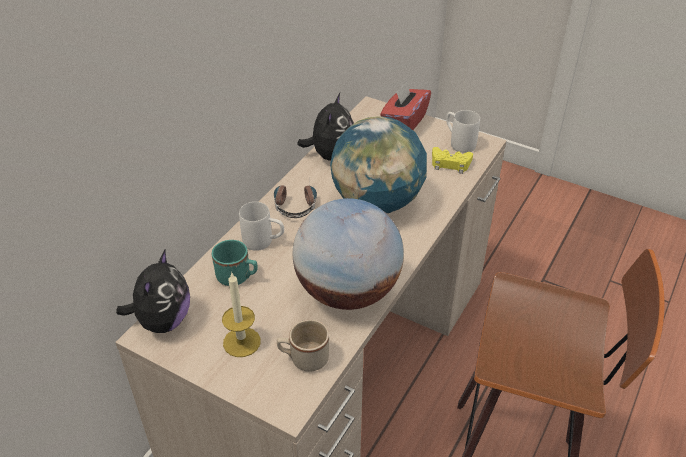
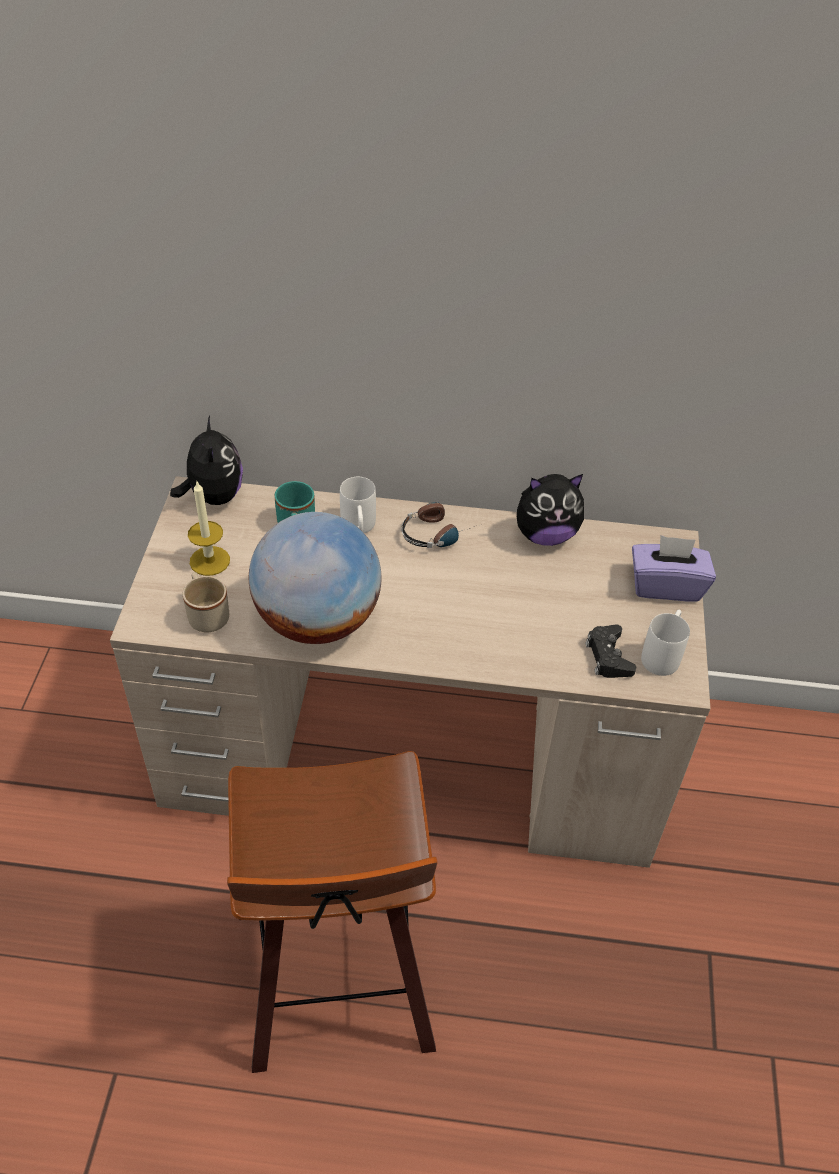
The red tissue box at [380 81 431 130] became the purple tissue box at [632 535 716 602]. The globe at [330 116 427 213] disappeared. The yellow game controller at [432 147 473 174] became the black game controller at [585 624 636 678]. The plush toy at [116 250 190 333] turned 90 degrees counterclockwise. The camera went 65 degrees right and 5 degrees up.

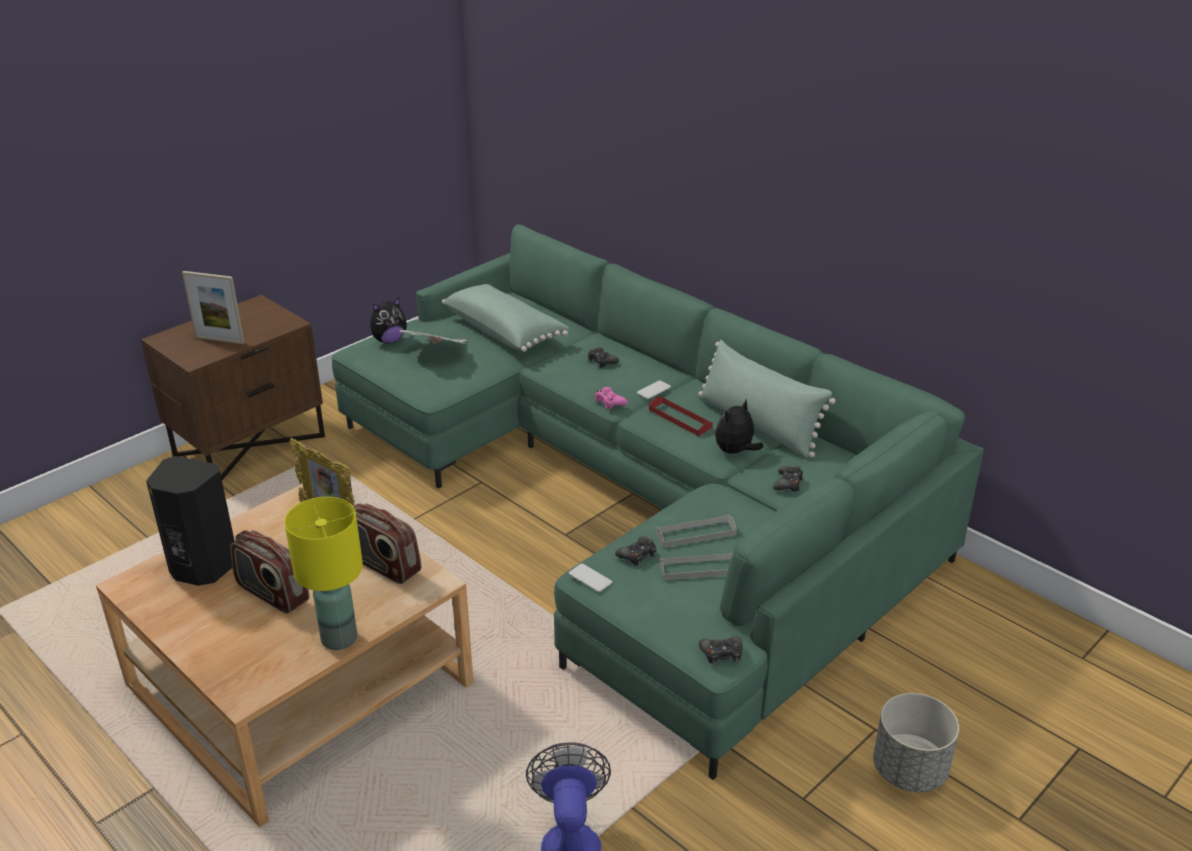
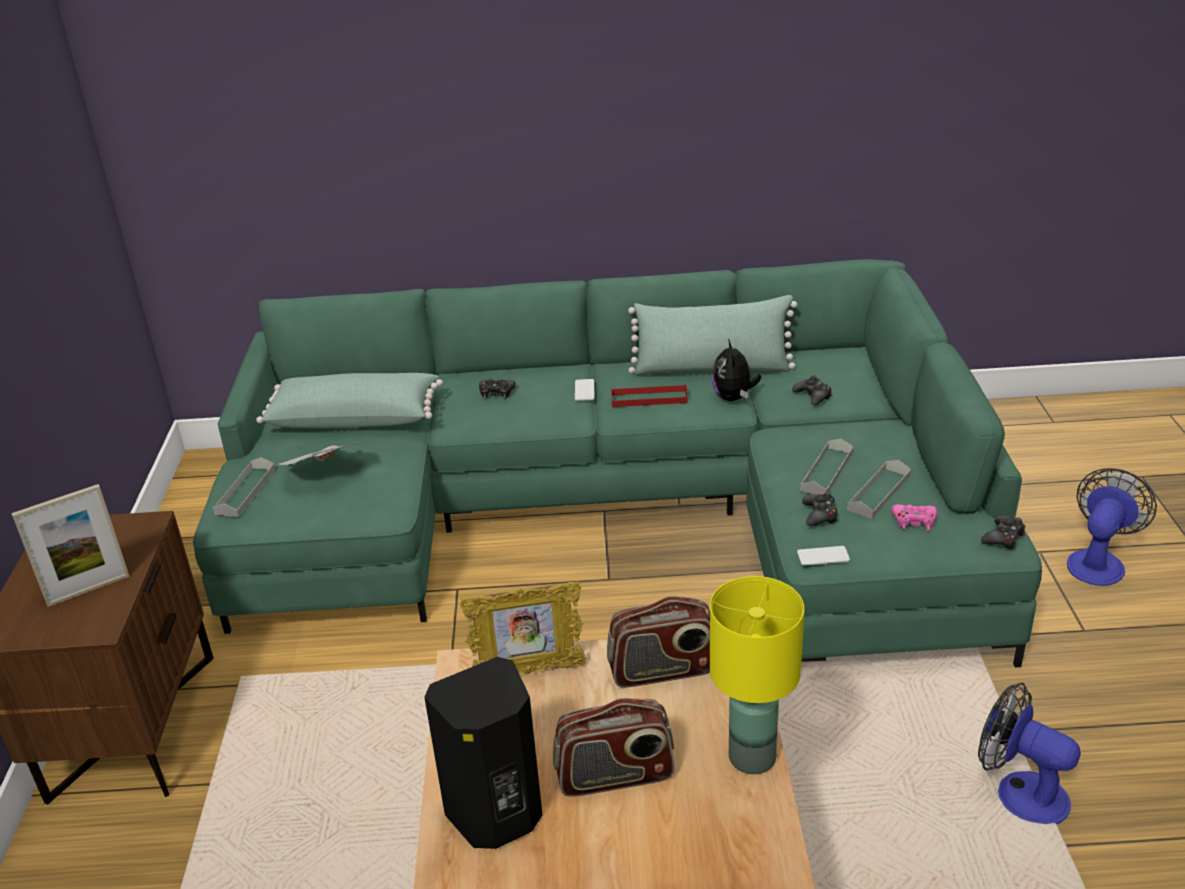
The plush toy at [370 298 407 343] was replaced by the grey tray at [213 457 275 517]. The pink game controller moved from [595 387 628 409] to [891 504 937 530]. The grey planter at [873 693 959 792] was replaced by the fan at [1067 468 1157 586]. The camera went 45 degrees left and 0 degrees up.

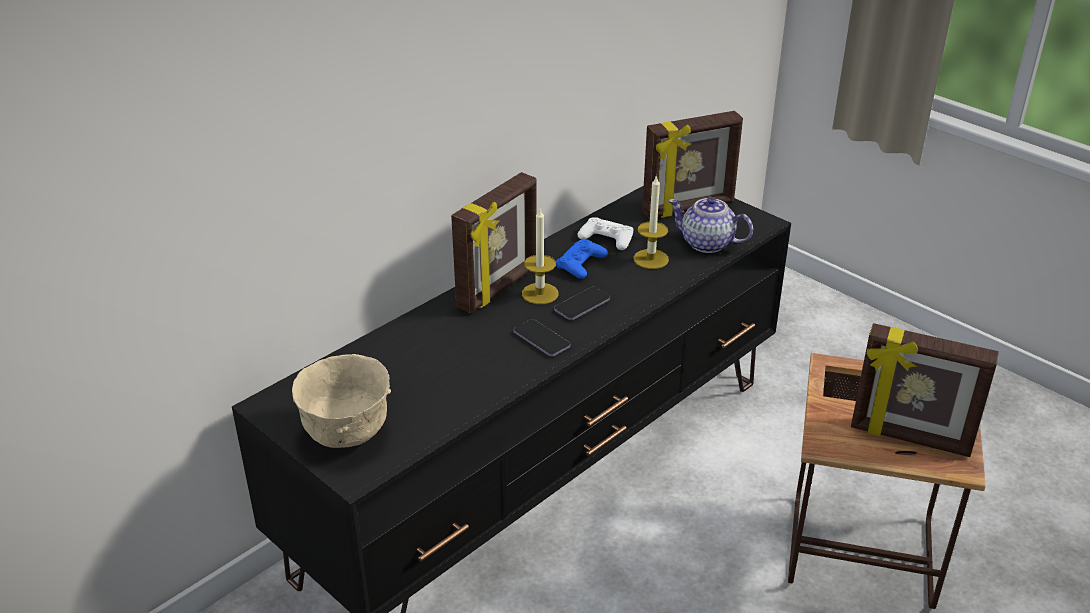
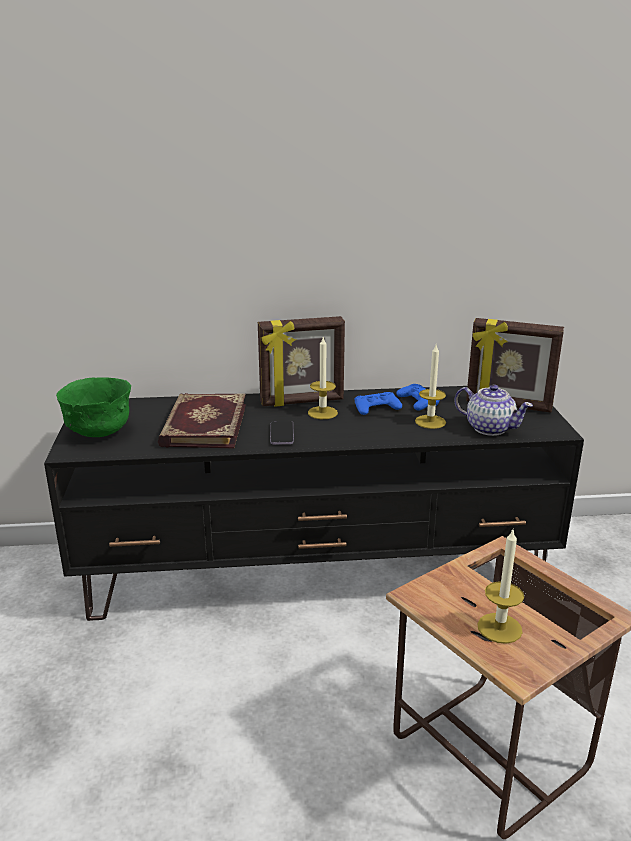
The teapot at [668 197 753 253] turned 150 degrees clockwise. The white game controller at [578 217 634 250] became the blue game controller at [396 384 440 410]. The phone at [554 287 610 320] disappeared. The picture frame at [851 323 999 457] was replaced by the candle at [478 528 524 644]. The beige bowl at [292 354 391 448] became the green bowl at [56 377 131 437]. The book at [158 393 246 449] appeared. The camera went 40 degrees right and 10 degrees down.

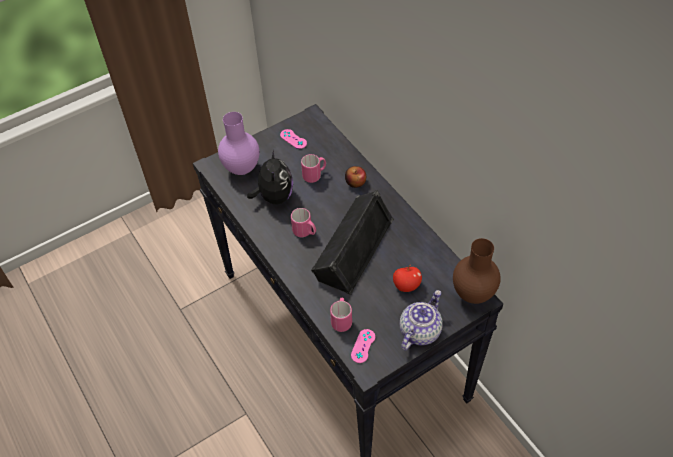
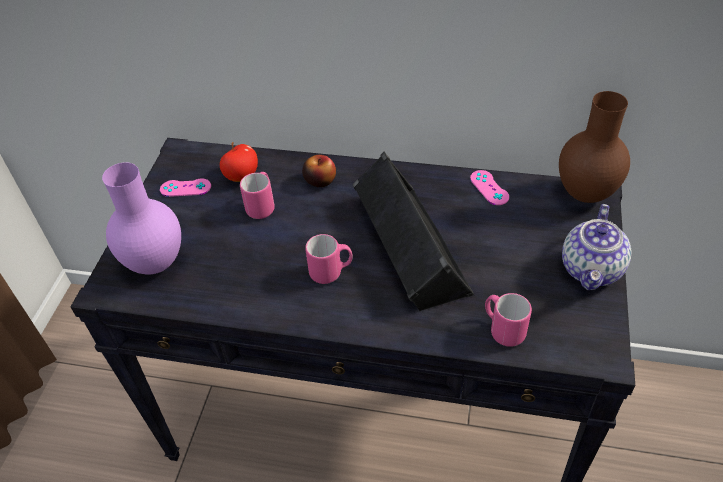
The plush toy at [247 150 293 205] disappeared. The apple moved from [393 265 422 292] to [220 142 258 182]. The teapot at [400 290 443 351] turned 150 degrees counterclockwise. The pink game controller moved from [351 329 375 363] to [470 170 509 205]. The camera went 45 degrees left and 5 degrees down.

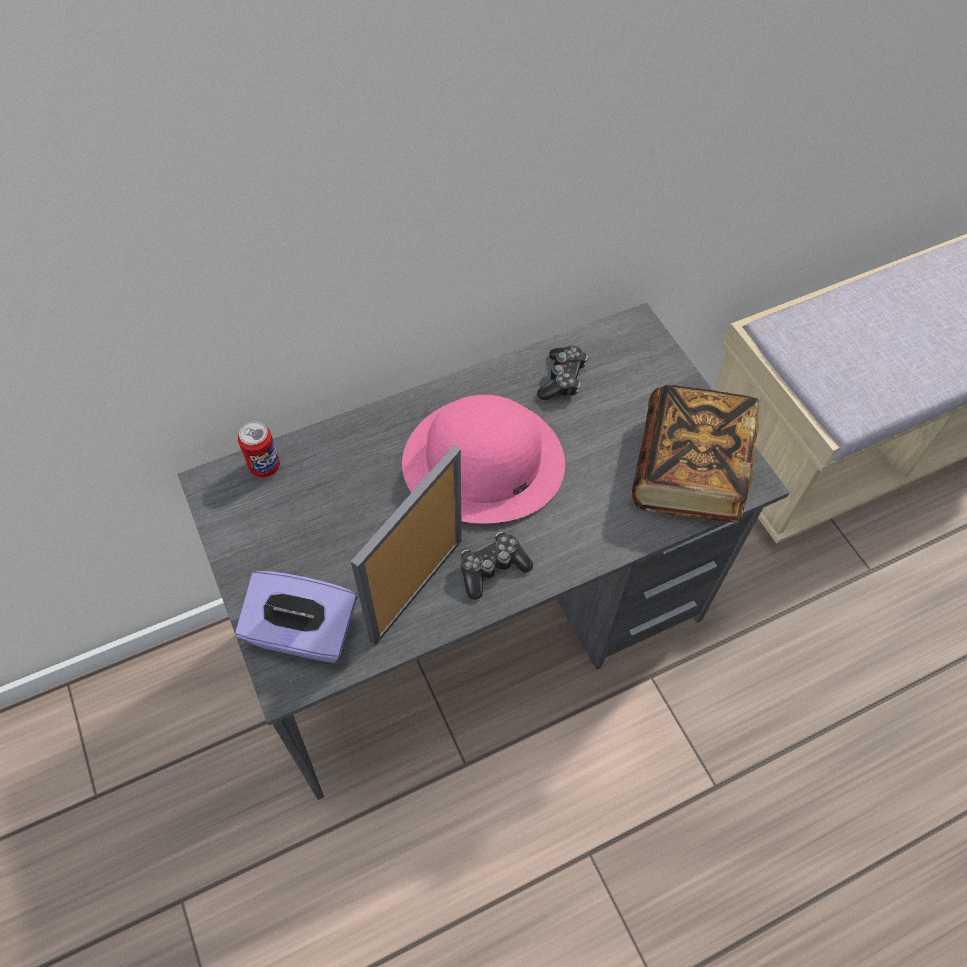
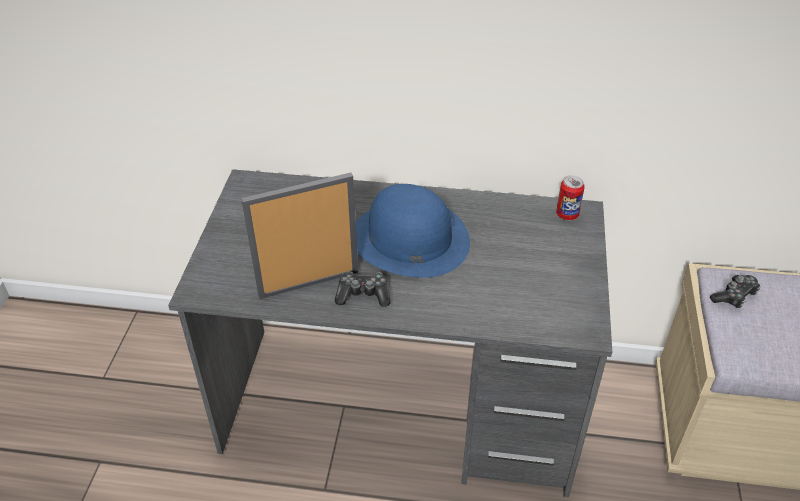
The game controller moved from [537 346 588 400] to [710 275 761 308]. The book at [632 385 760 523] disappeared. The pink hat at [402 395 565 523] became the blue hat at [356 184 470 278]. The can moved from [238 421 280 478] to [556 175 585 220]. The purple tissue box at [235 571 357 663] disappeared. The camera went 35 degrees right and 15 degrees down.

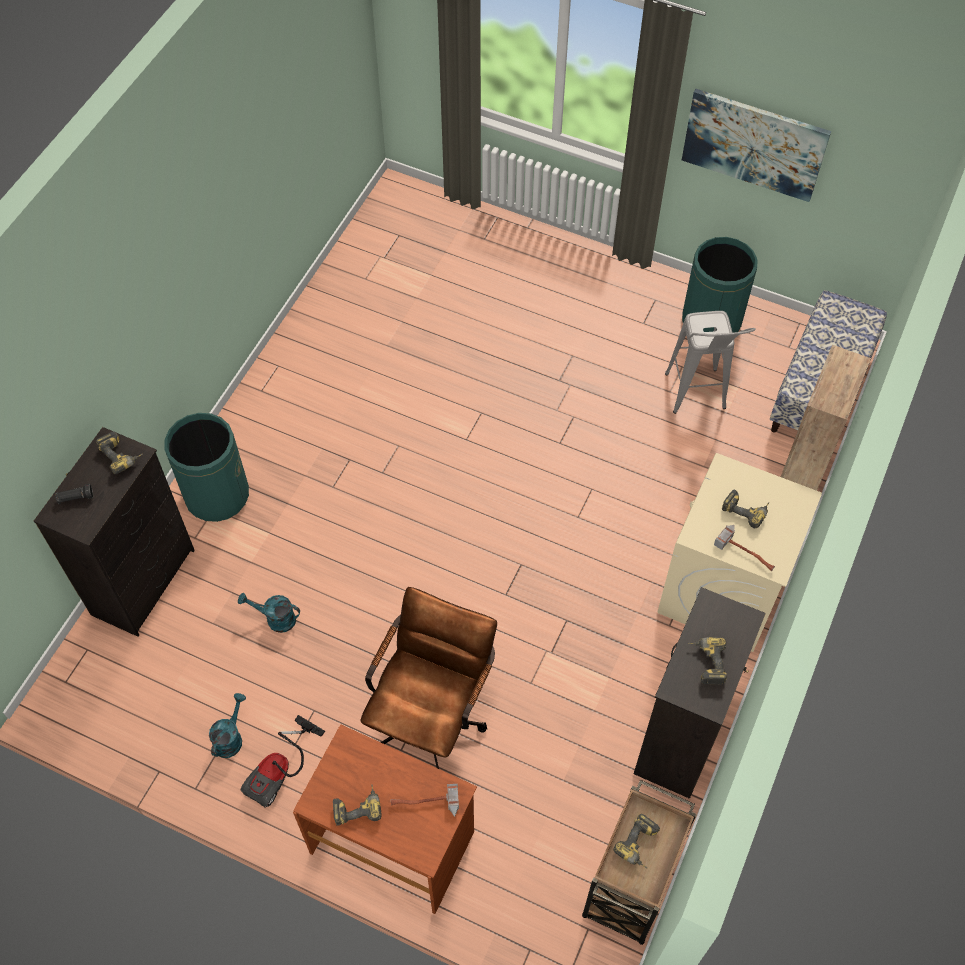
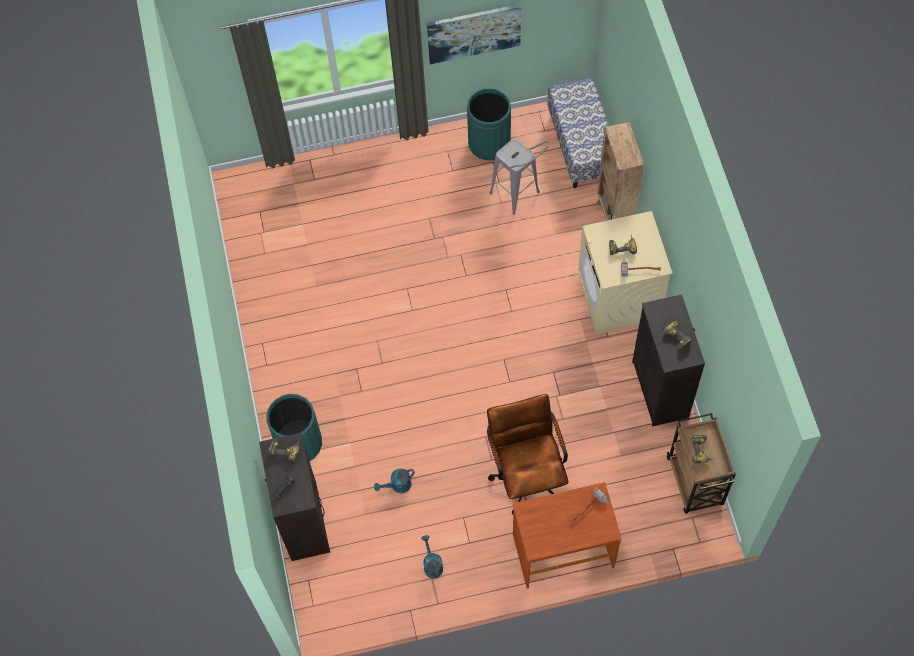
The vacuum cleaner at [241 715 326 808] disappeared. The power drill at [333 785 382 825] disappeared. The camera went 35 degrees left and 5 degrees up.

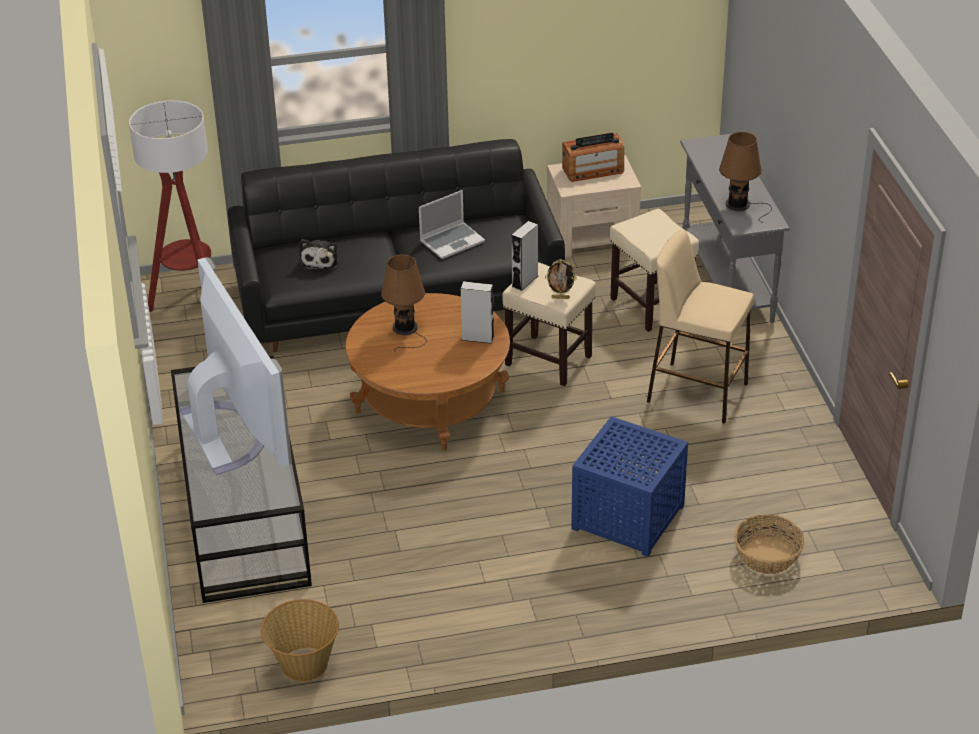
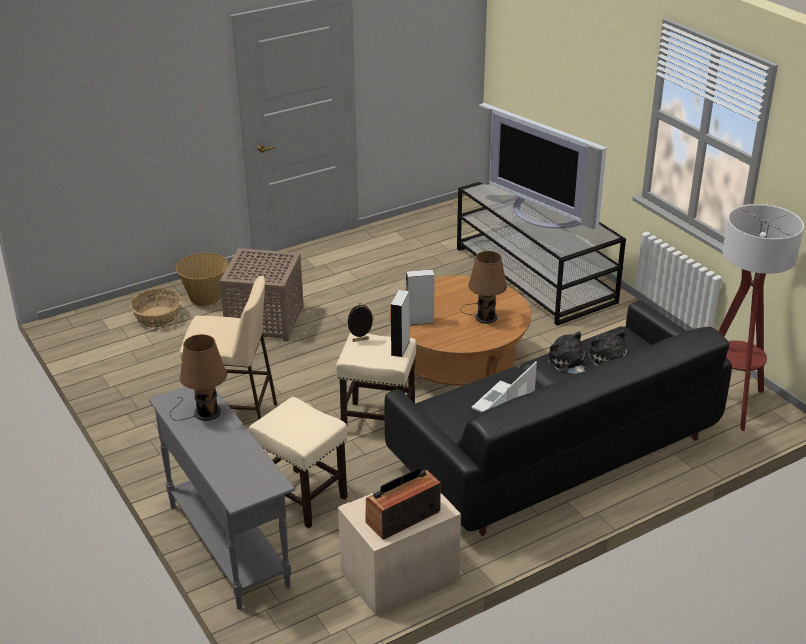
The blue side table at [571 416 688 557] became the brown side table at [220 248 304 342]. The basket moved from [261 599 339 682] to [176 253 229 306]. The plush toy at [547 331 589 374] appeared. The camera went 160 degrees right and 5 degrees down.

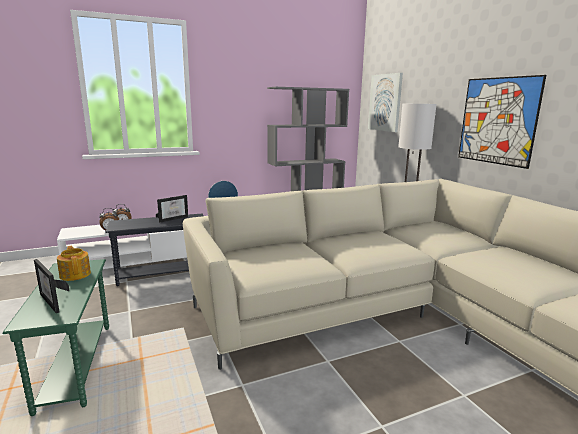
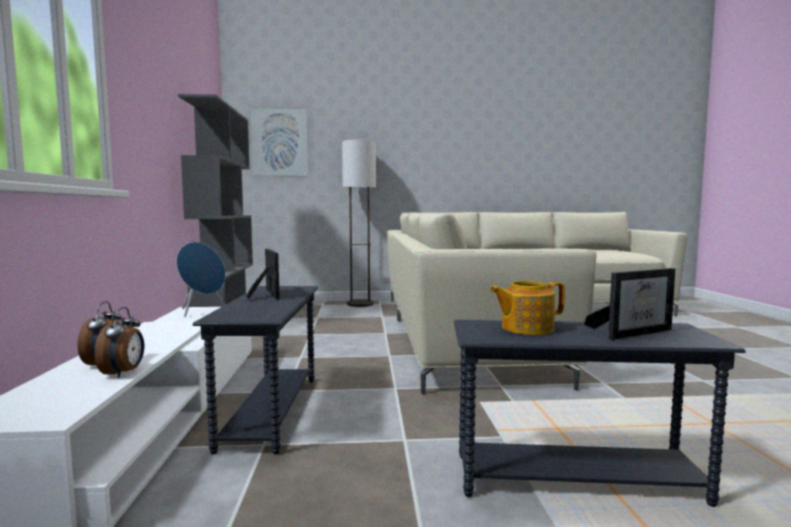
The picture at [458 75 546 169] disappeared. The green side table at [3 259 109 416] became the grey side table at [454 320 745 507]. The camera went 70 degrees left and 10 degrees down.

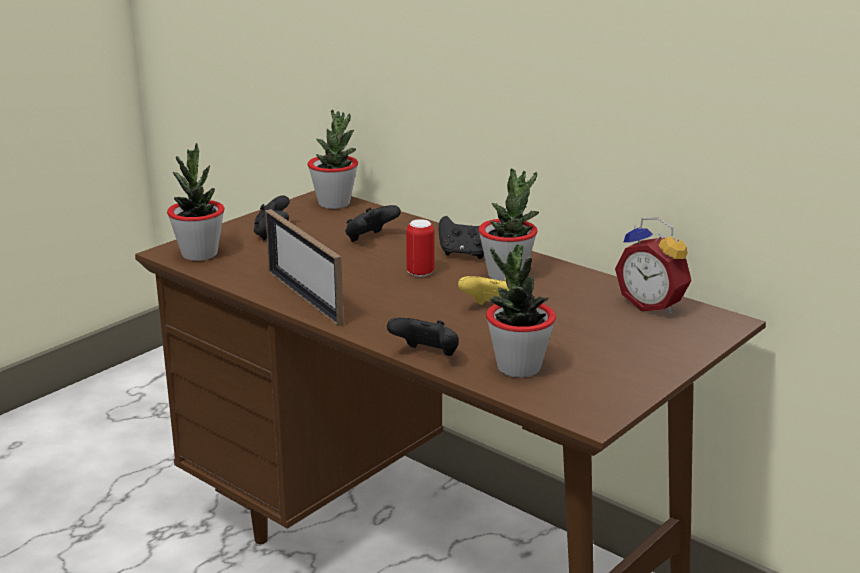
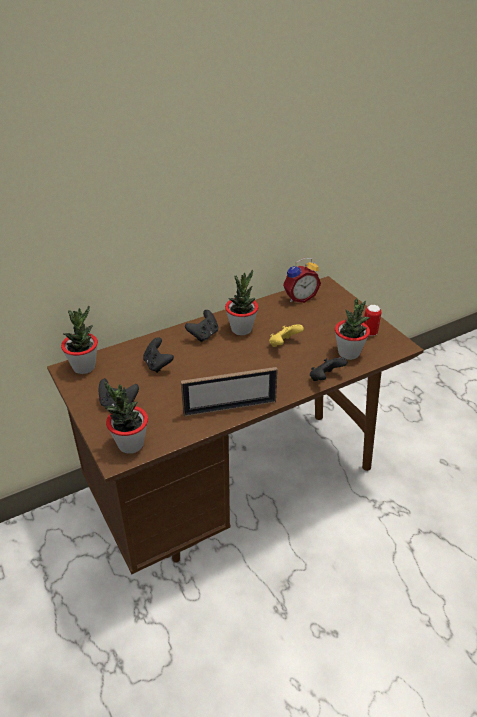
The can moved from [406 219 435 277] to [363 305 381 336]. The camera went 70 degrees left and 15 degrees up.

